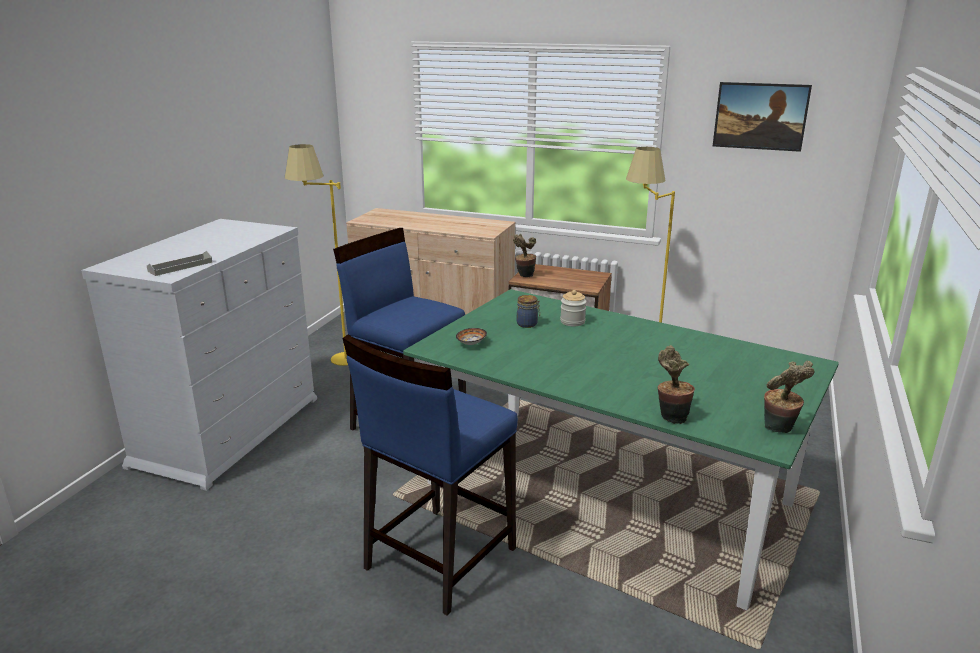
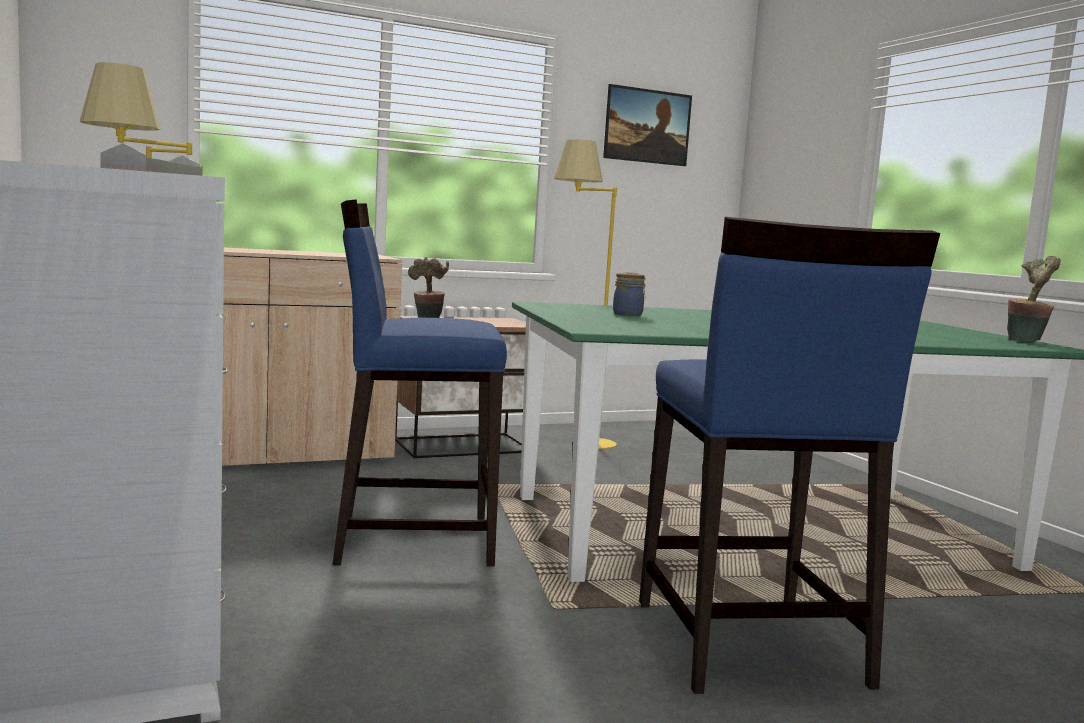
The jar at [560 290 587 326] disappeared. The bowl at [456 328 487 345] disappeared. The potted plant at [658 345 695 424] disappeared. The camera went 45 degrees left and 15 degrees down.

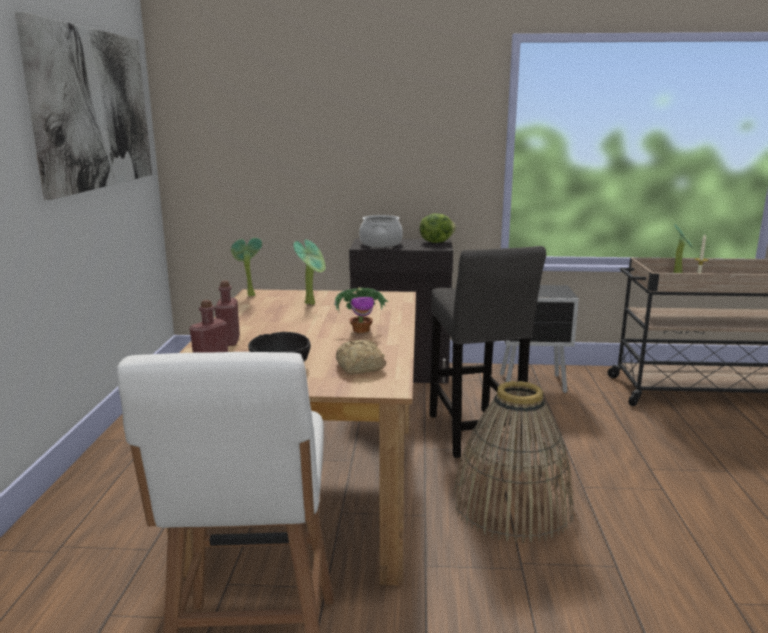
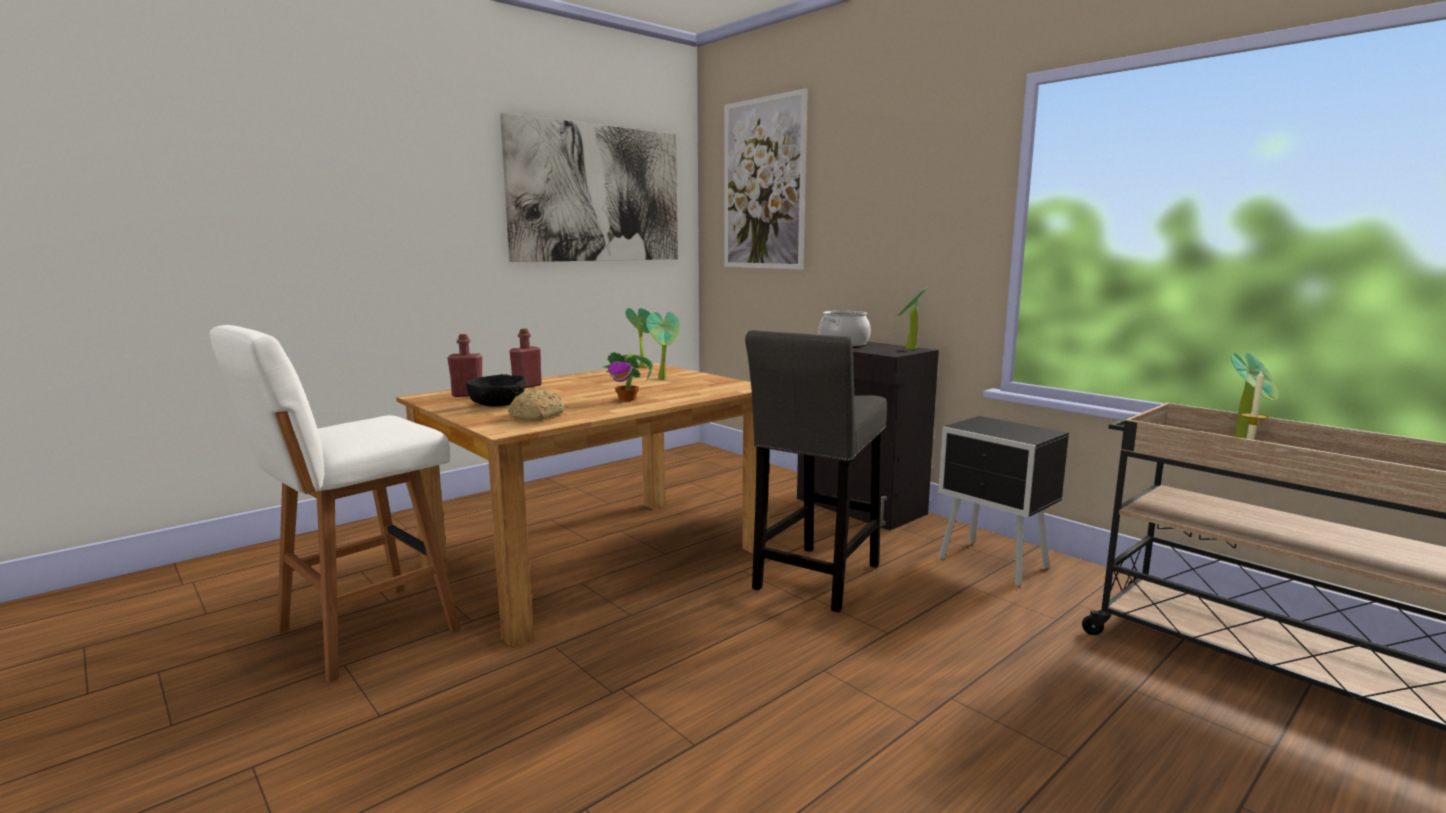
The lettuce at [419 213 456 243] was replaced by the potted plant at [897 287 927 350]. The basket at [453 381 574 543] disappeared. The picture at [724 88 808 270] appeared. The camera went 45 degrees right and 5 degrees down.

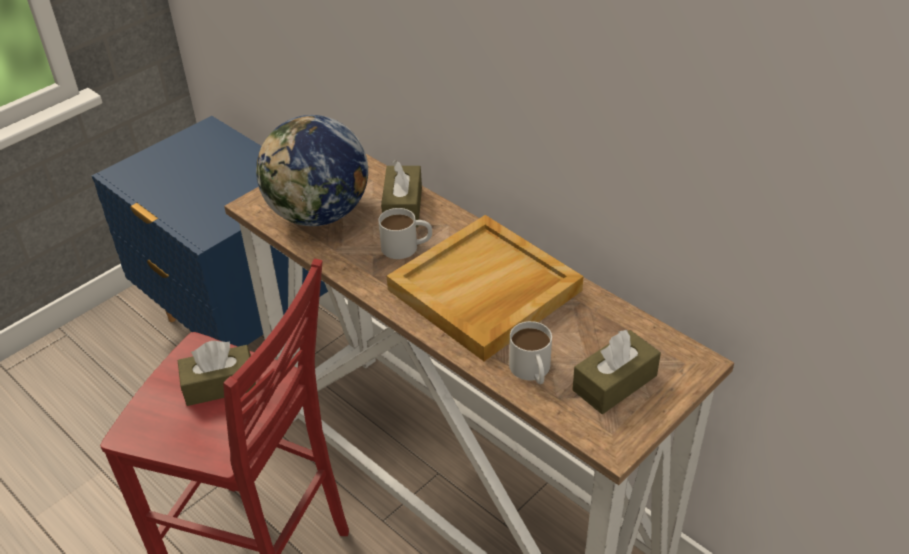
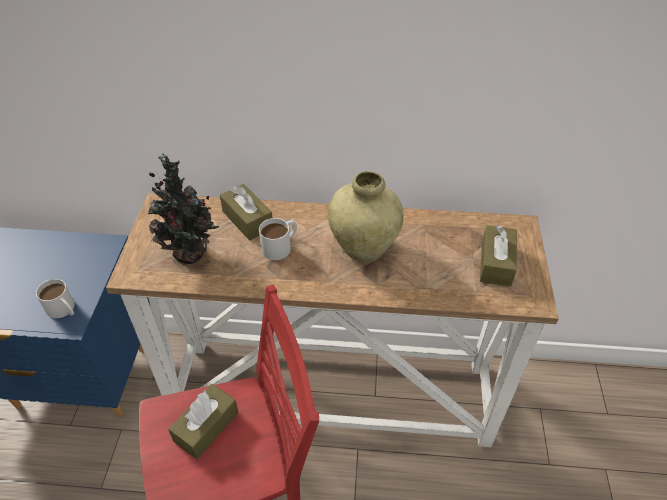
The globe at [256 115 368 226] was replaced by the potted plant at [148 153 219 264]. The beige tray at [387 215 584 361] was replaced by the beige vase at [328 171 404 263]. The white mug moved from [509 321 552 384] to [36 279 75 318]. The camera went 40 degrees left and 5 degrees up.

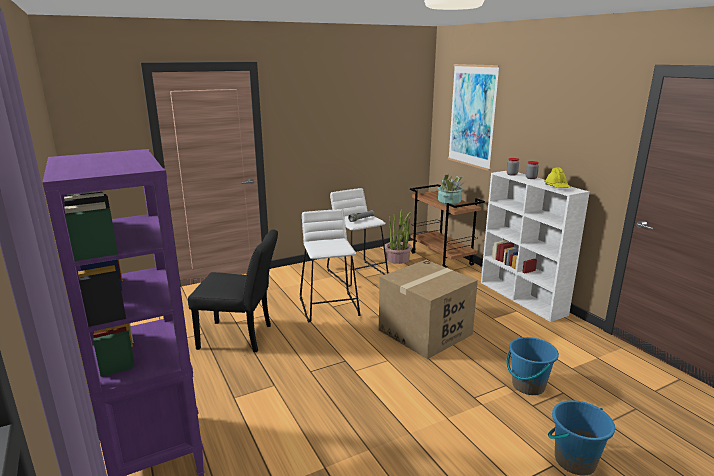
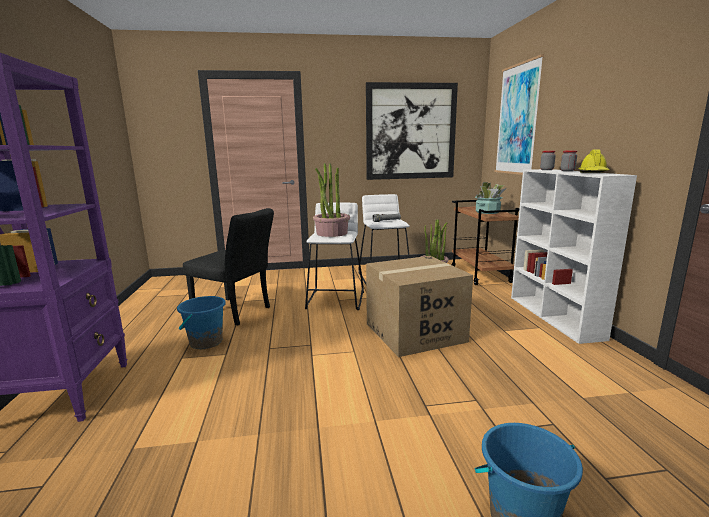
The blue bucket moved from [506 337 559 395] to [177 296 226 349]. The picture at [366 82 458 180] appeared. The potted plant at [313 163 350 237] appeared. The camera went 20 degrees right and 5 degrees down.

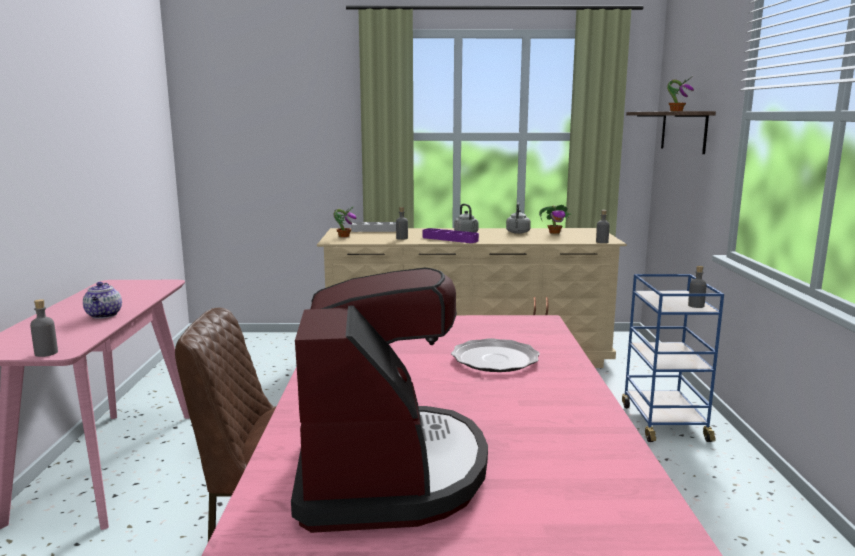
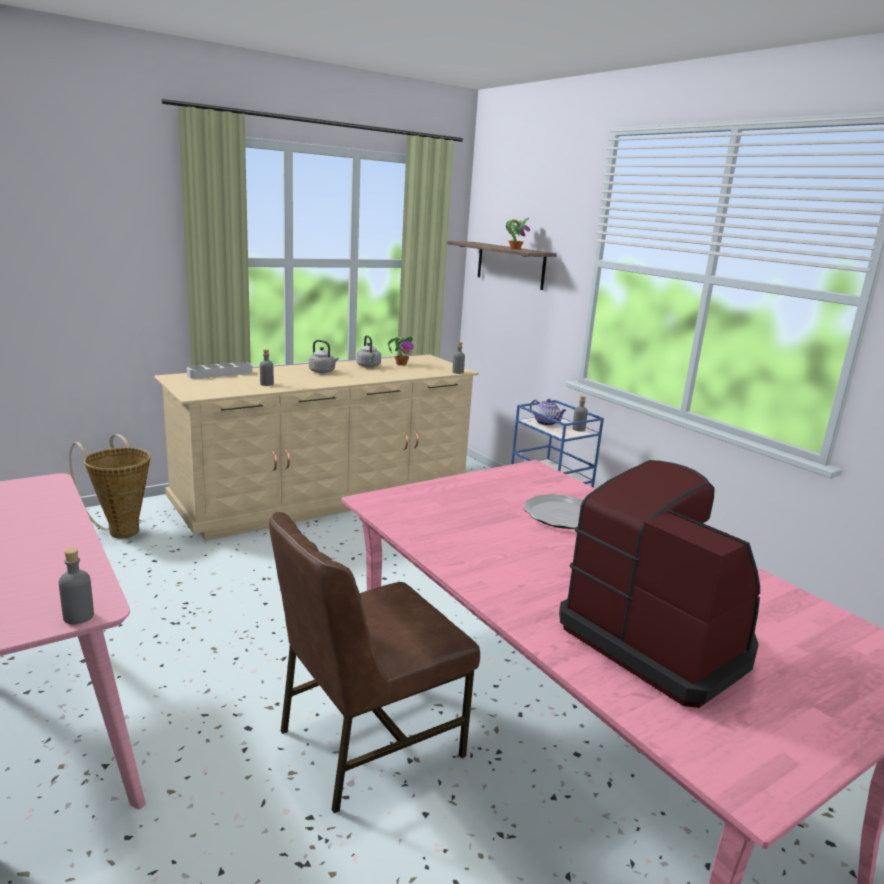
The potted plant at [334 206 357 237] disappeared. The purple tray at [422 228 479 243] disappeared. The teapot moved from [83 282 122 319] to [530 399 567 426]. The basket at [69 434 151 538] appeared. The camera went 35 degrees left and 5 degrees up.

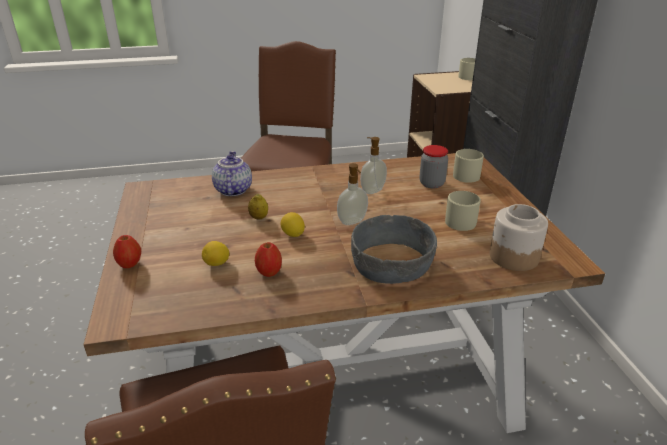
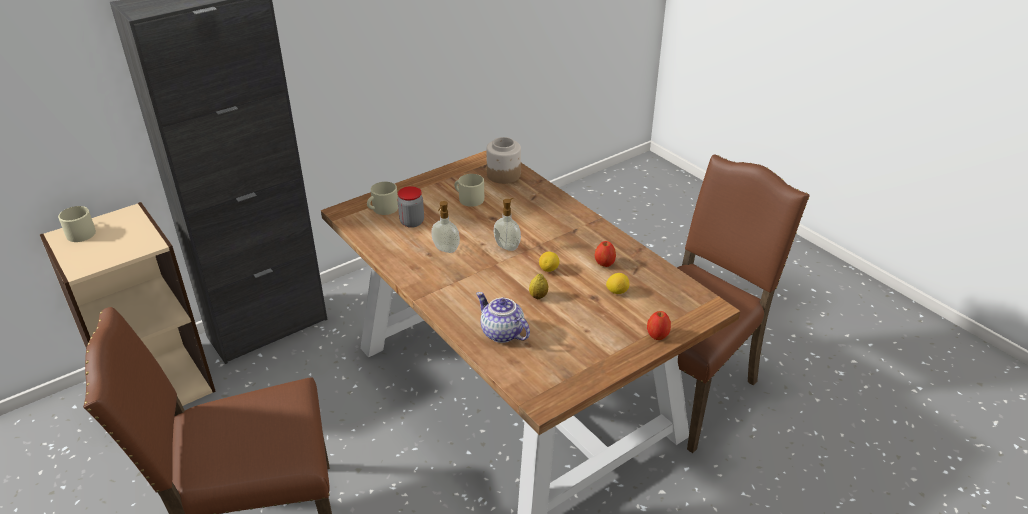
The teapot at [212 151 252 196] turned 75 degrees clockwise. The grey bowl at [351 215 437 284] disappeared. The camera went 115 degrees left and 5 degrees up.

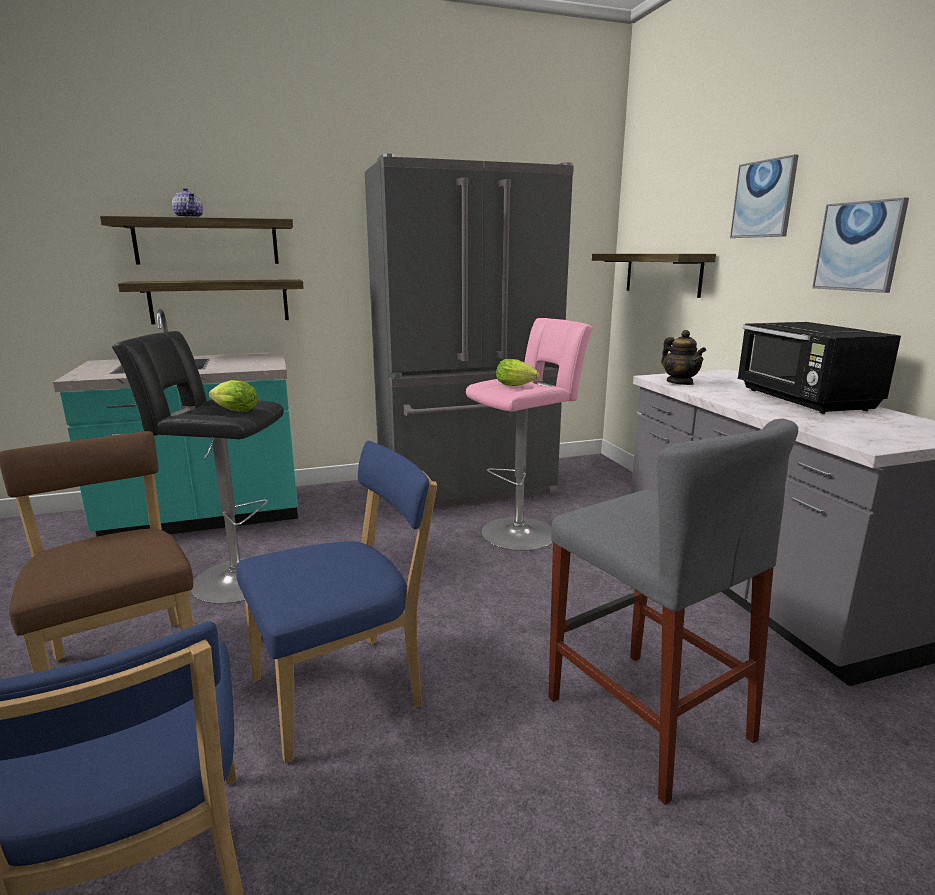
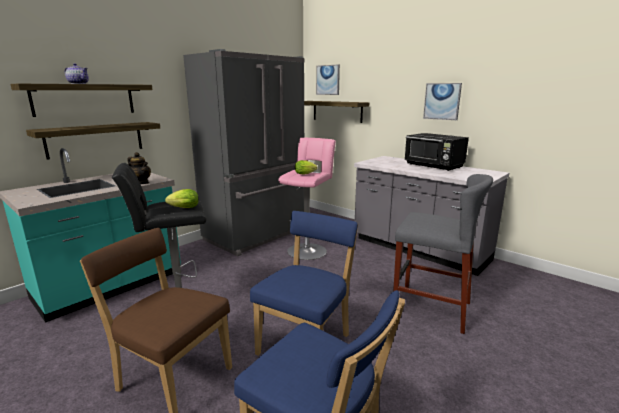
The picture moved from [730 154 799 238] to [316 64 340 95]. The teapot moved from [661 330 706 385] to [128 152 151 184]. The camera went 30 degrees left and 0 degrees up.

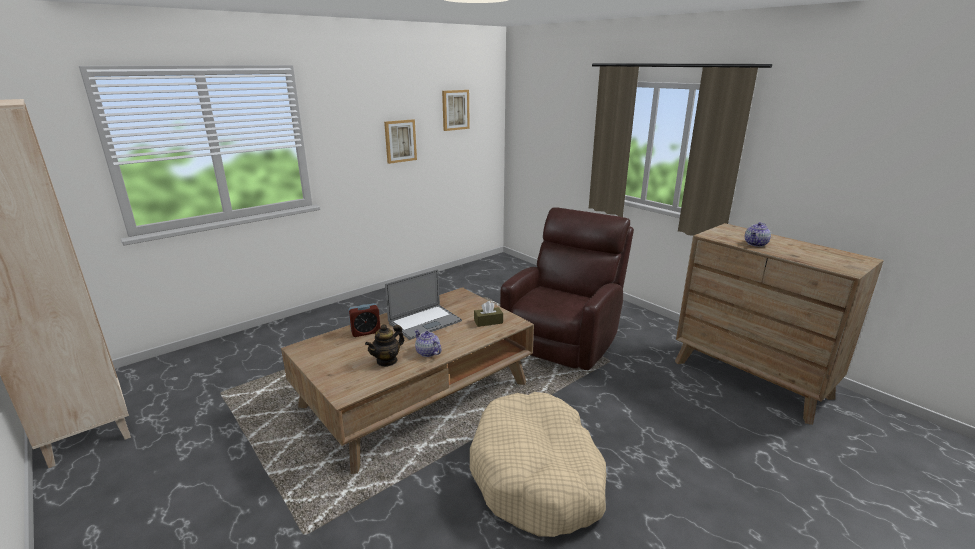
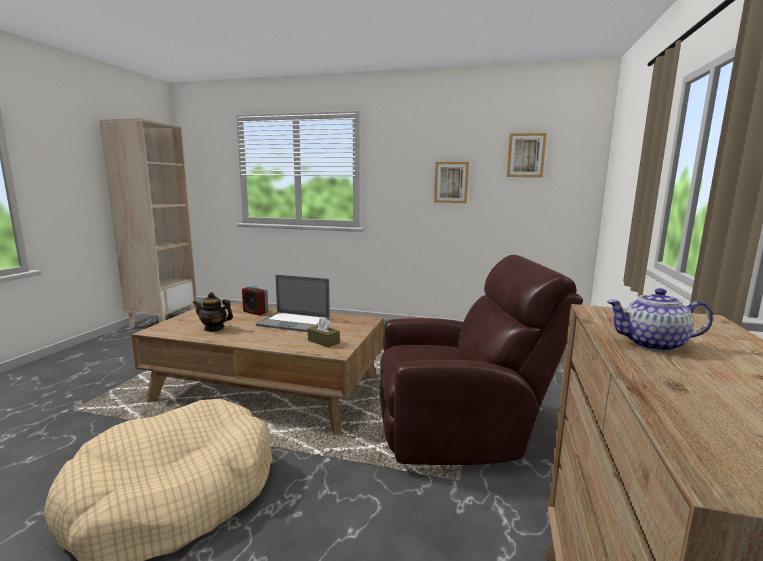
The teapot at [414 330 441 357] disappeared. The camera went 55 degrees right and 10 degrees down.

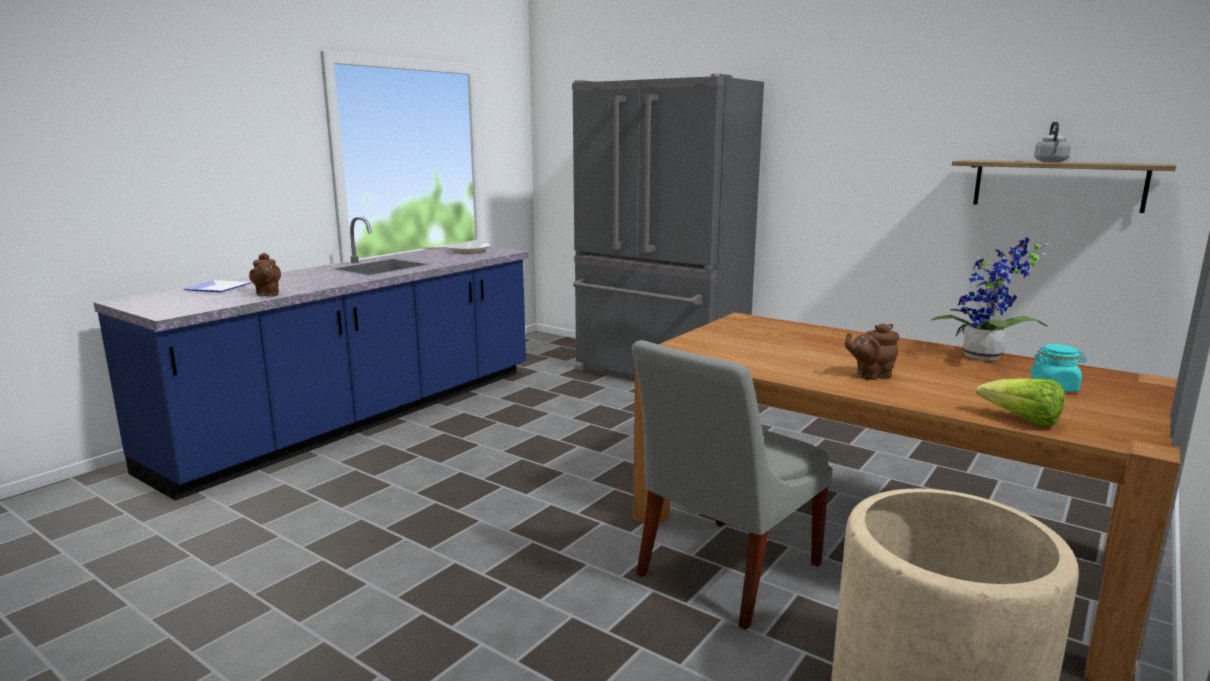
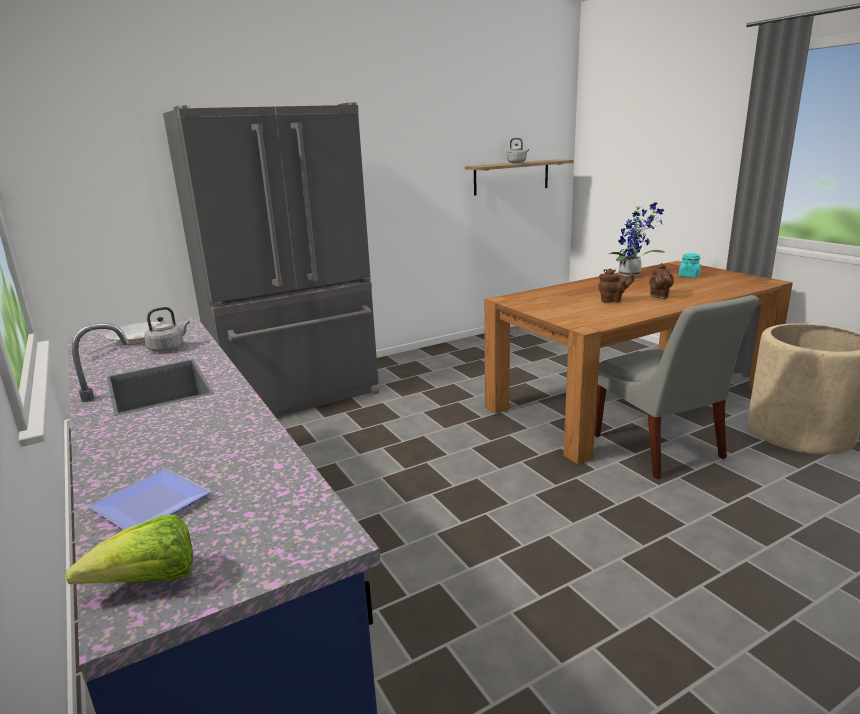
The brown teapot moved from [249 253 281 296] to [598 268 634 303]. The lettuce moved from [976 378 1064 427] to [65 514 193 584]. The grey kettle at [144 307 190 352] appeared. The camera went 65 degrees left and 5 degrees up.

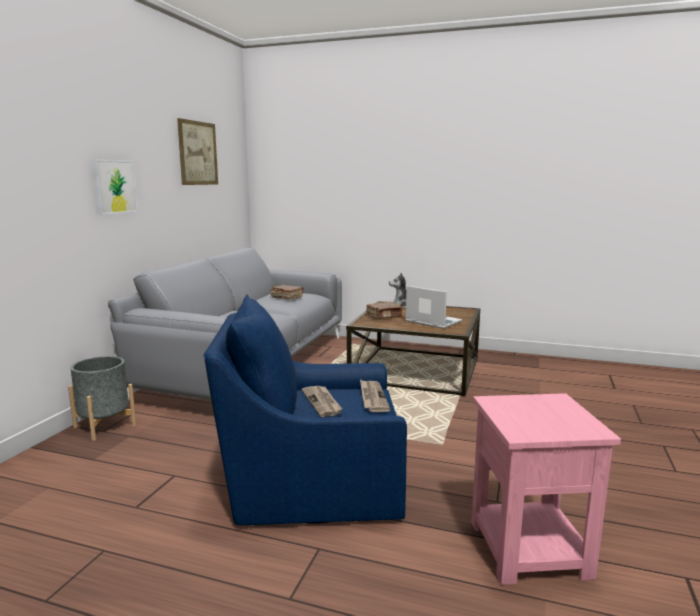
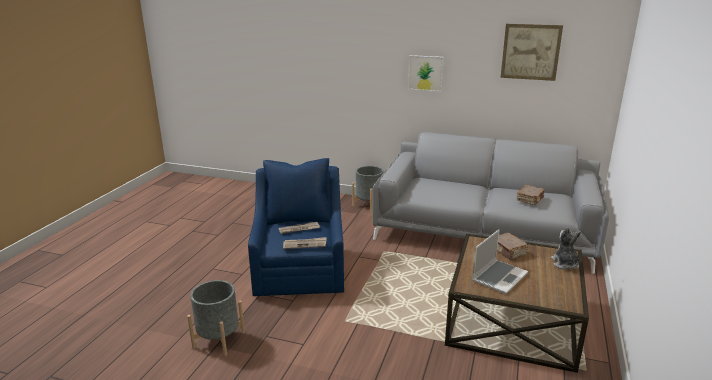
The pink side table at [472 393 621 585] was replaced by the grey planter at [187 280 245 356]. The camera went 90 degrees right and 10 degrees up.

